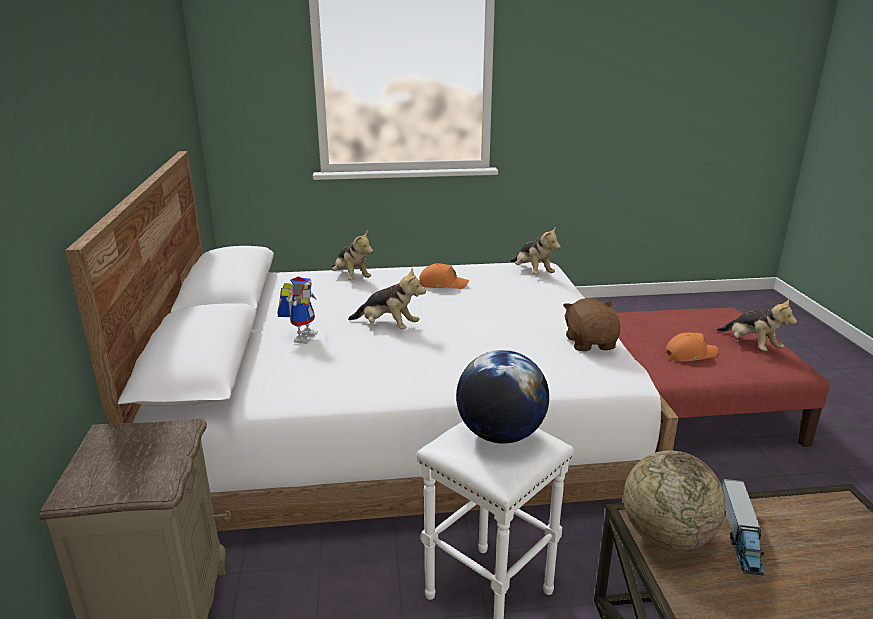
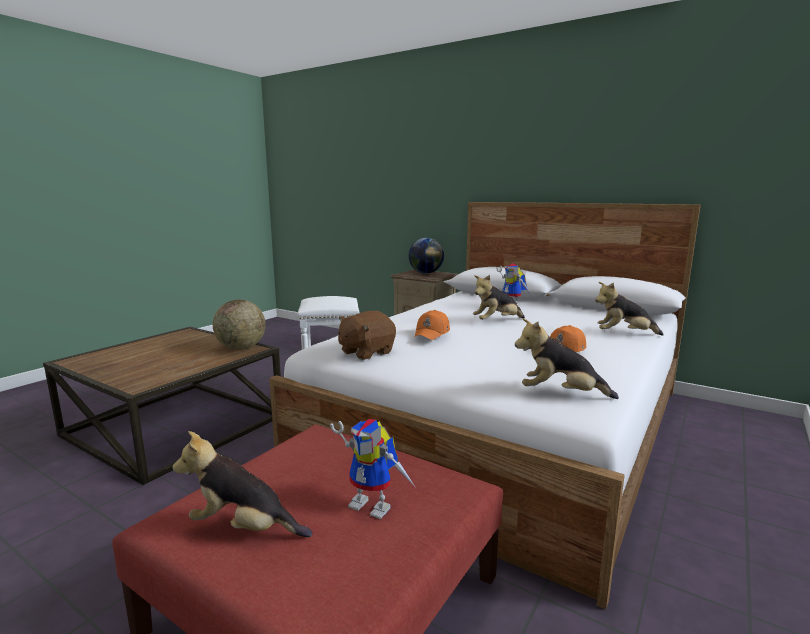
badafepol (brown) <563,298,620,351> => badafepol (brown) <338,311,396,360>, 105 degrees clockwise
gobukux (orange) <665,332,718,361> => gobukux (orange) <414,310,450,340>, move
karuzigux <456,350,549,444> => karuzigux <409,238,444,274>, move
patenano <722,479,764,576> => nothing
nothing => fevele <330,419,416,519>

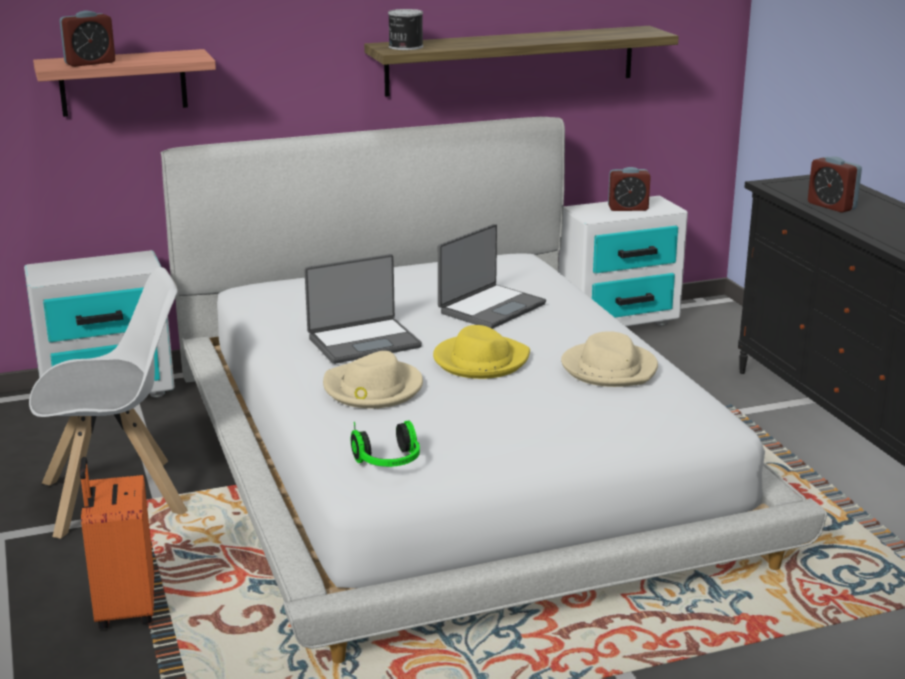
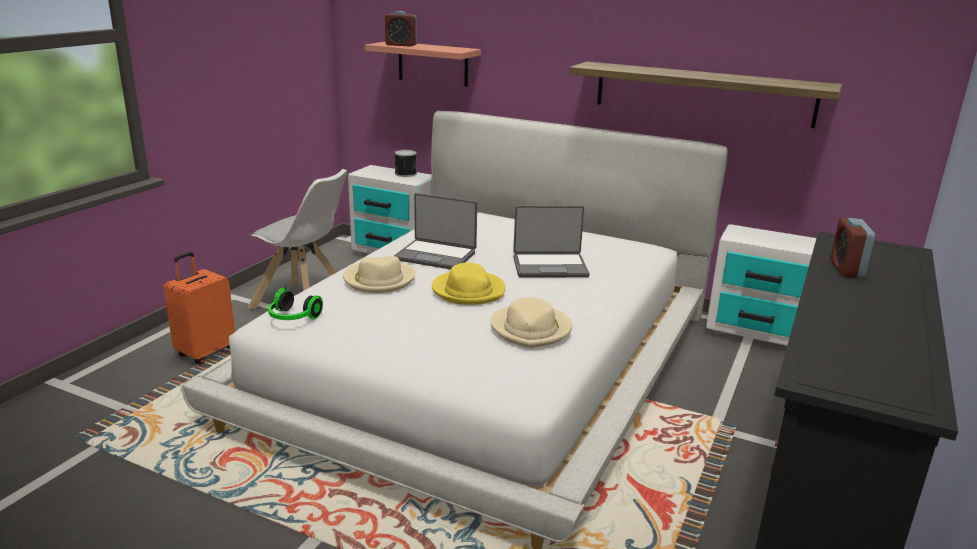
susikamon <388,9,423,50> => susikamon <394,150,417,177>, move
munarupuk <608,167,651,211> => nothing

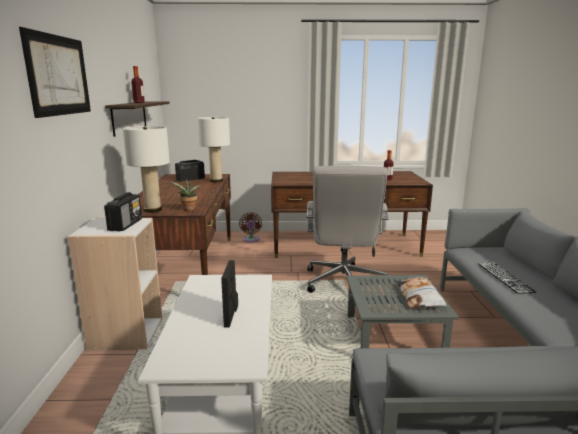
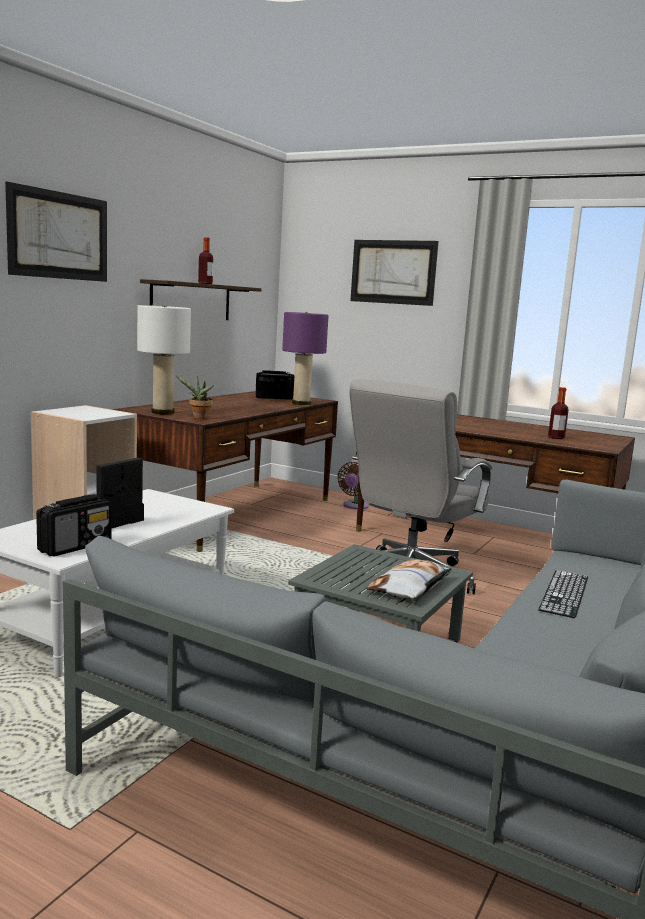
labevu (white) <197,117,230,182> => labevu (purple) <282,312,329,405>
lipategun <104,192,142,232> => lipategun <36,494,112,557>, move
nothing => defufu <350,240,439,306>

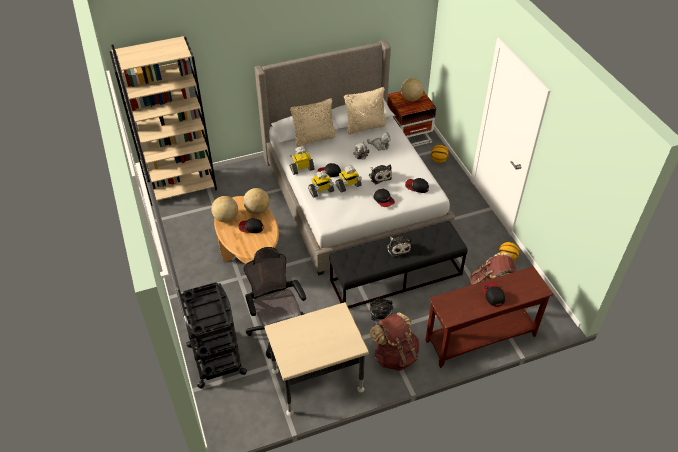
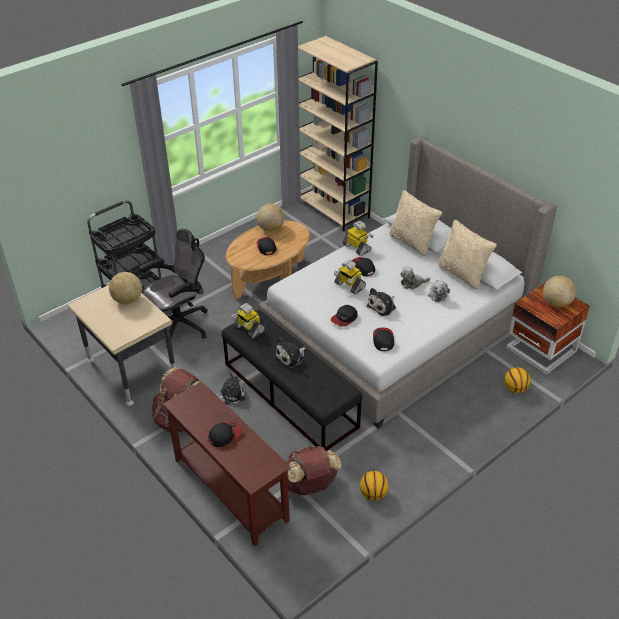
fevele <308,170,334,198> => fevele <231,303,265,338>, move
karuzigux <243,188,270,214> => karuzigux <109,272,142,304>, move

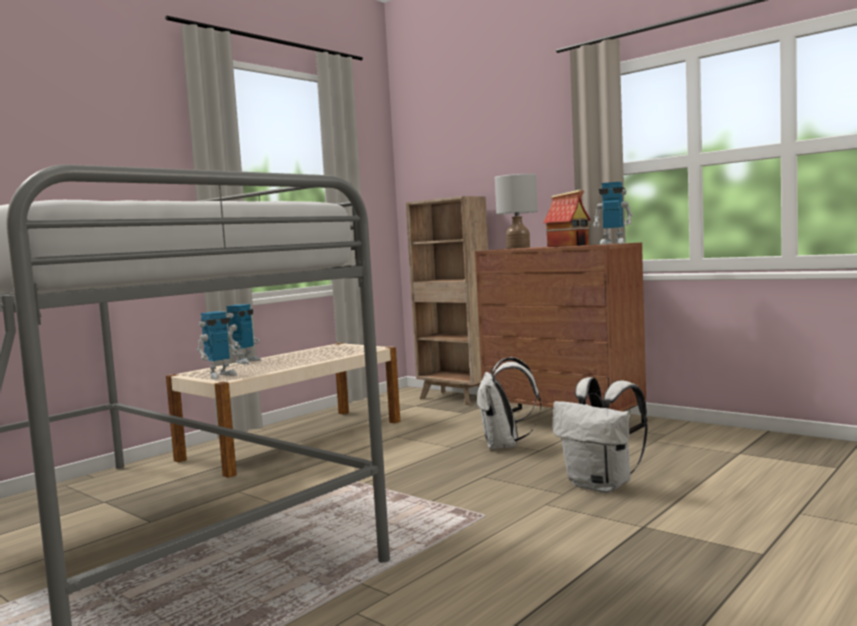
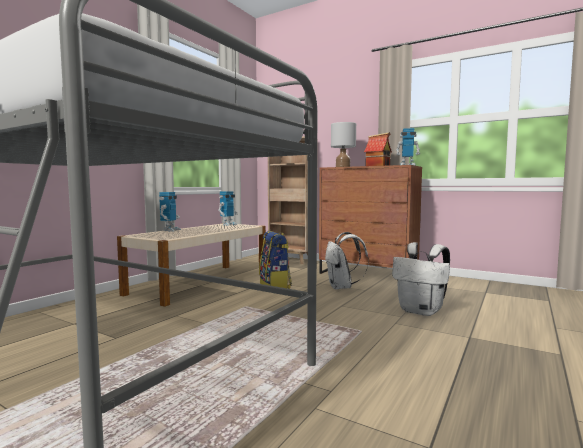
fevele <197,311,239,379> => fevele <218,191,238,226>, move
nothing => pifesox <259,231,292,289>

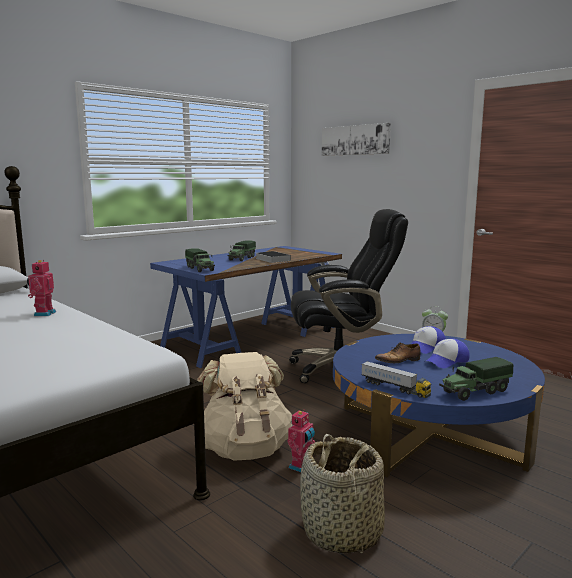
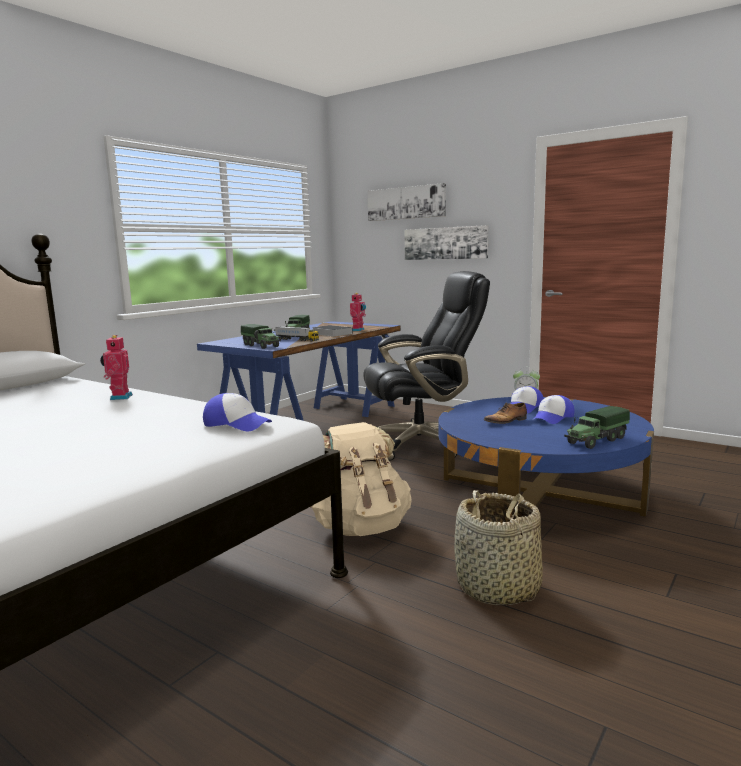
patenano <361,361,431,398> => patenano <275,327,319,342>, move
fevele <288,409,315,472> => fevele <350,293,366,331>, move
nothing => defufu <404,225,488,260>
nothing => gobukux <203,393,272,431>

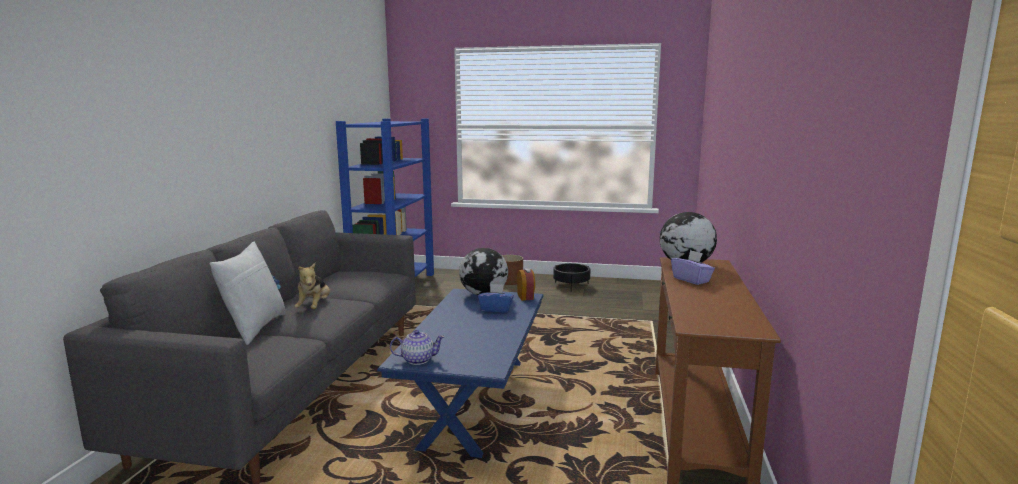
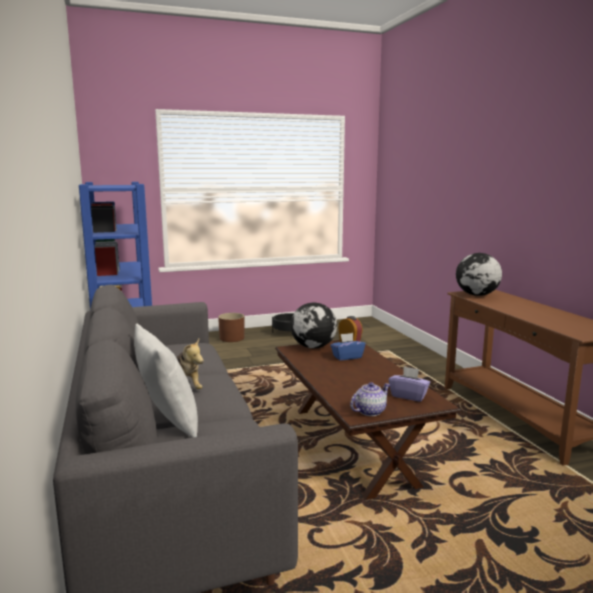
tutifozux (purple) <671,250,715,285> => tutifozux (purple) <389,366,430,402>, move
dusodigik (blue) <377,289,544,458> => dusodigik (brown) <275,340,461,500>

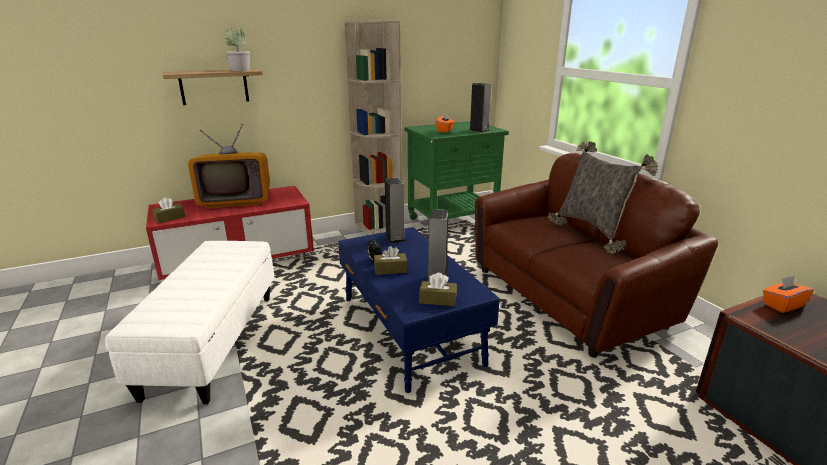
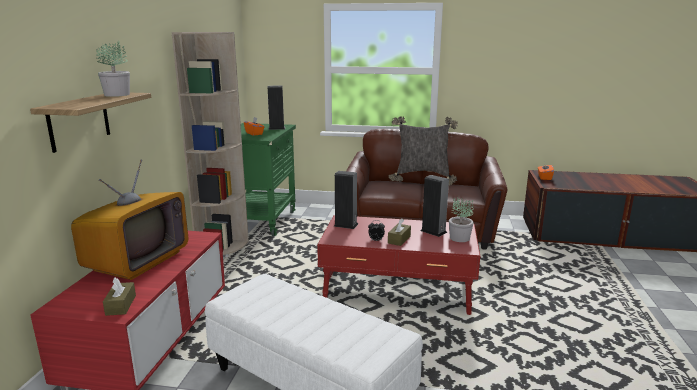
dusodigik (blue) <338,227,500,393> => dusodigik (red) <317,215,481,315>
tutifozux (brown) <419,273,457,306> => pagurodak <449,198,474,242>

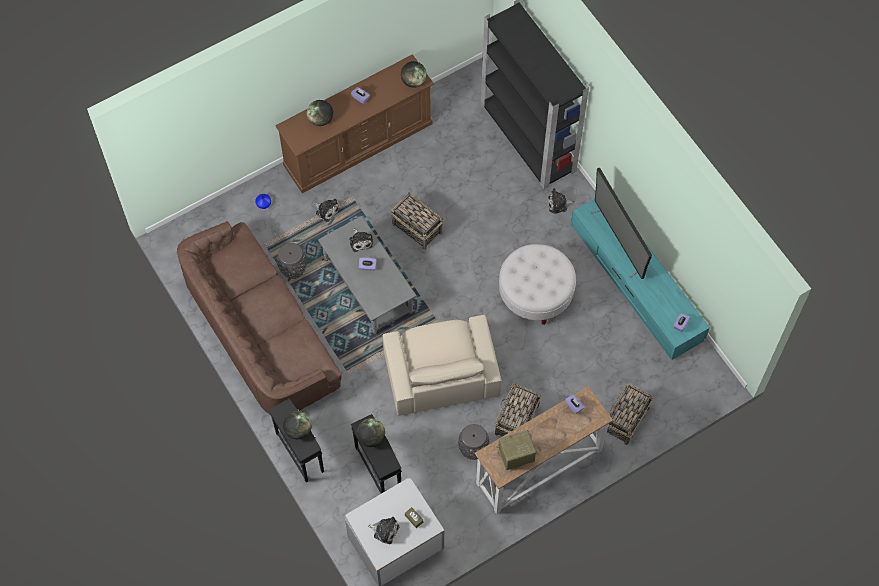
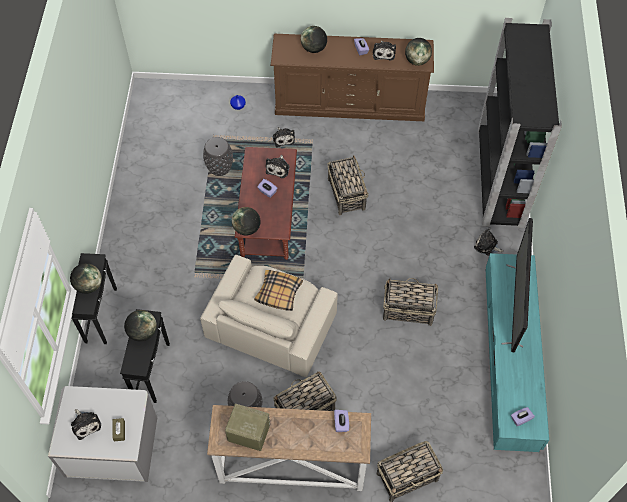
dusodigik (grey) <318,216,417,334> => dusodigik (brown) <235,147,297,260>
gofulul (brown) <177,221,342,414> => nothing
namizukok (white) <499,244,576,325> => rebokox <383,278,438,326>
nothing => badafepol <373,41,396,61>
nothing => karuzigux <232,207,260,235>
nothing => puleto <254,270,303,311>

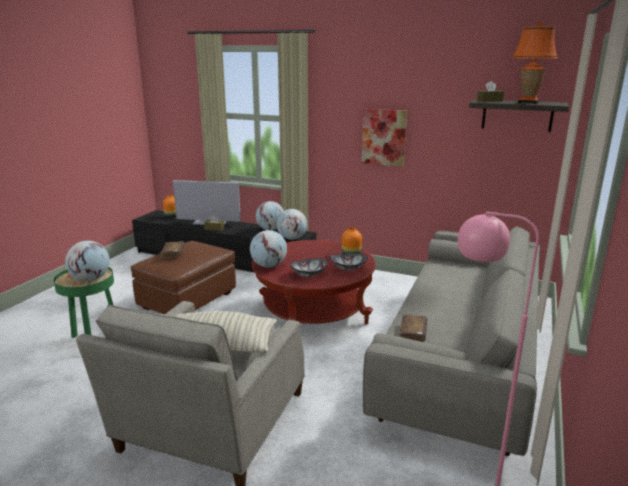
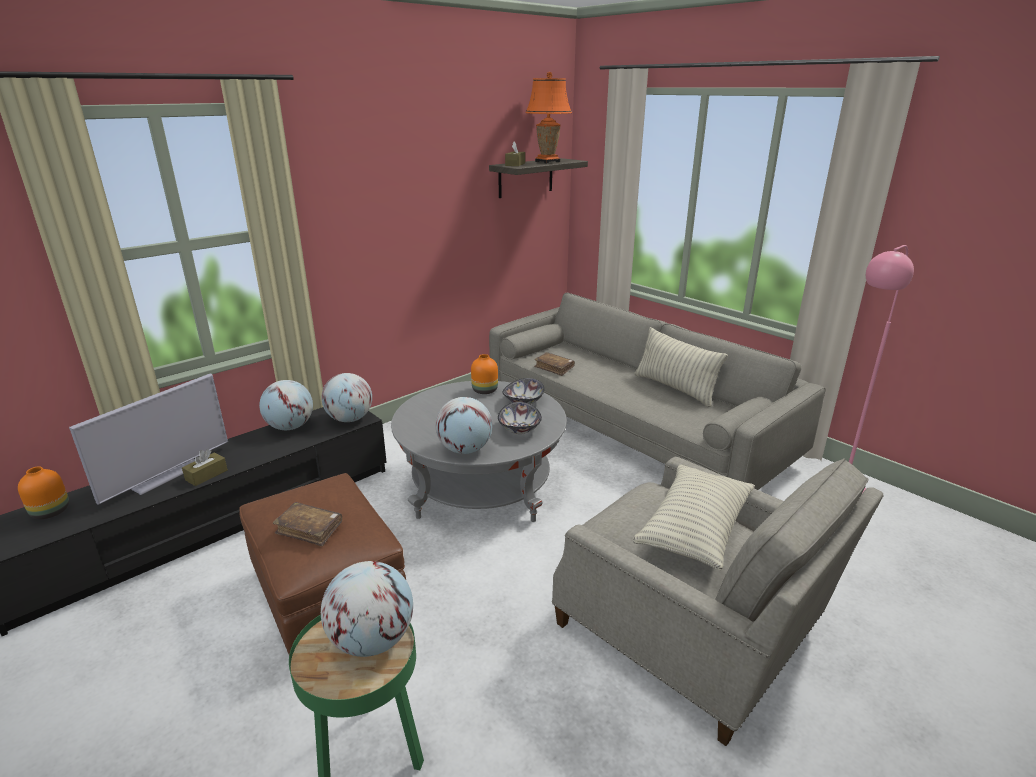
defufu <362,109,407,167> => nothing
dusodigik (red) <252,240,376,325> => dusodigik (grey) <391,381,567,522>
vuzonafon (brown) <399,315,427,342> => vuzonafon (brown) <534,352,575,376>, move
nothing => puleto <634,327,728,407>

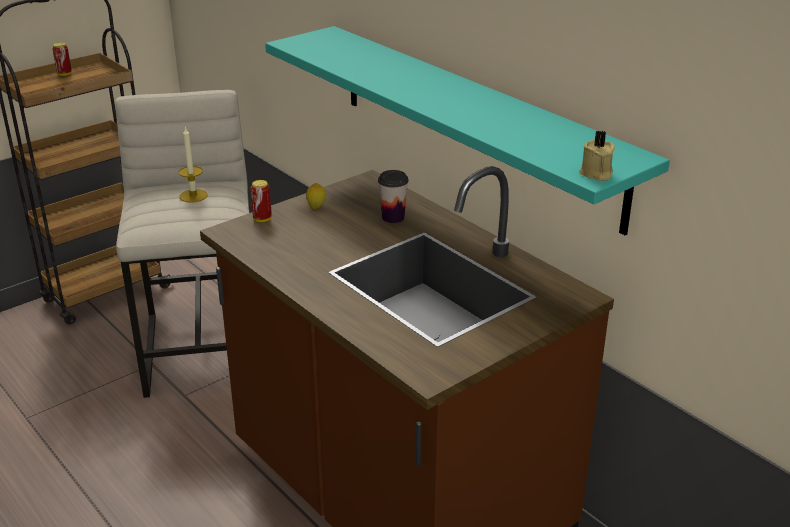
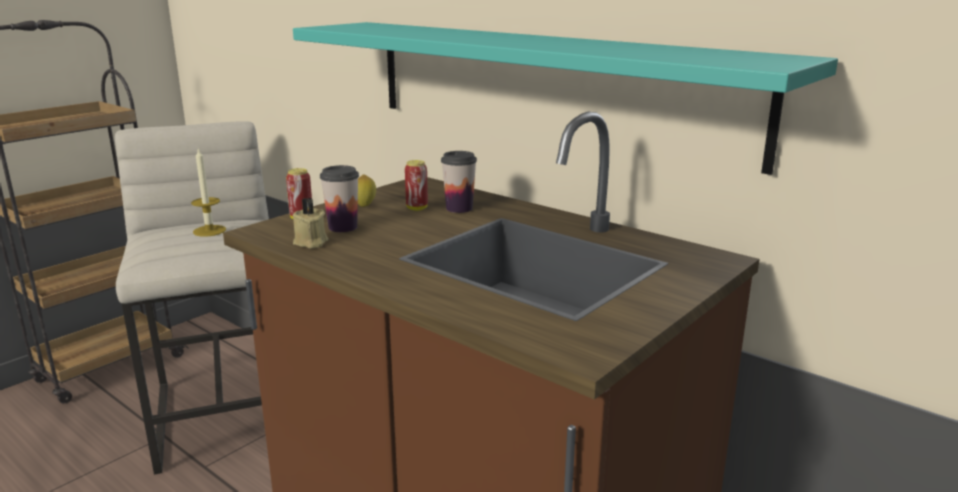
susikamon <53,43,72,76> => susikamon <405,160,428,211>, move
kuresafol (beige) <579,131,615,181> => kuresafol (beige) <293,198,329,248>, move
nothing => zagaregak <320,165,359,232>

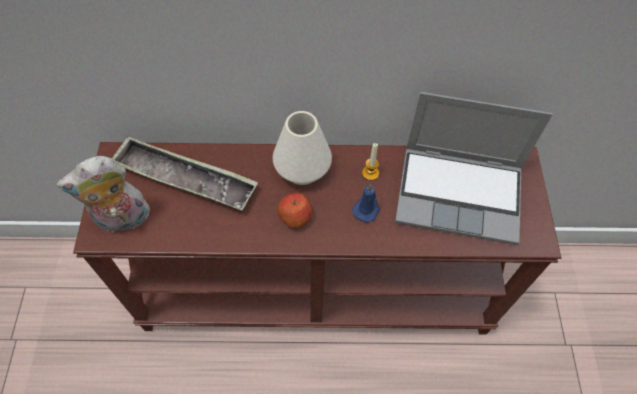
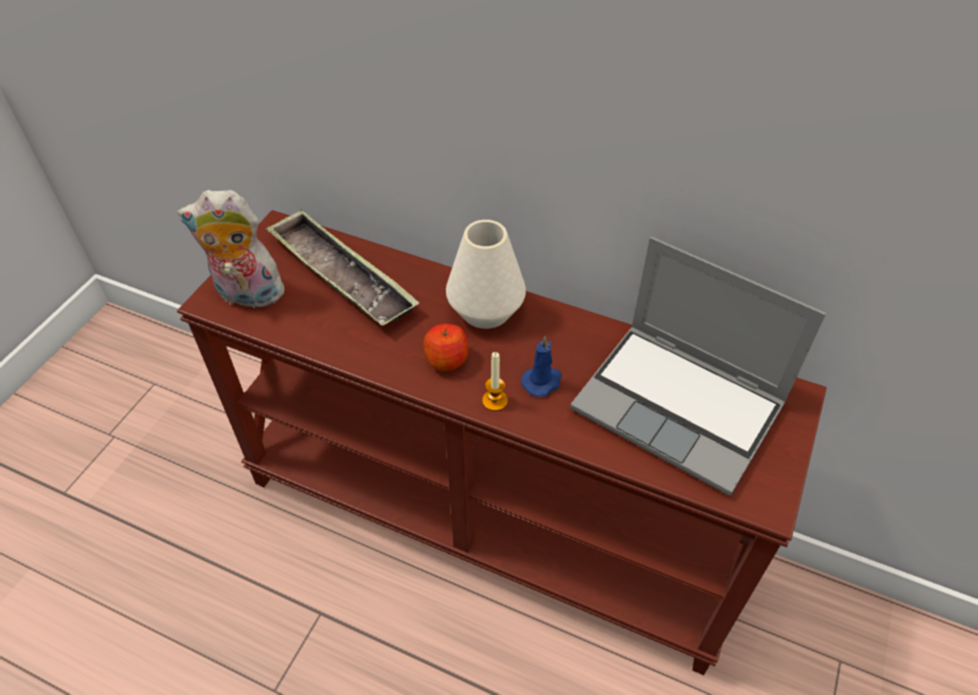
kuresafol <362,143,379,180> => kuresafol <482,352,508,411>, move

